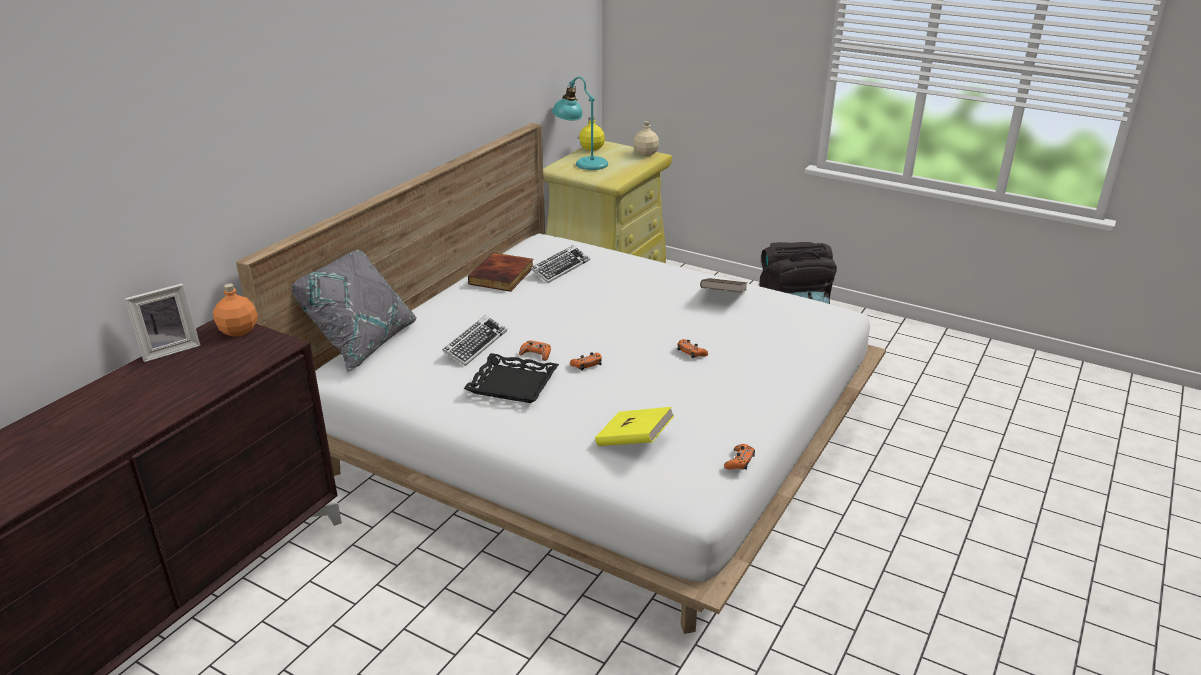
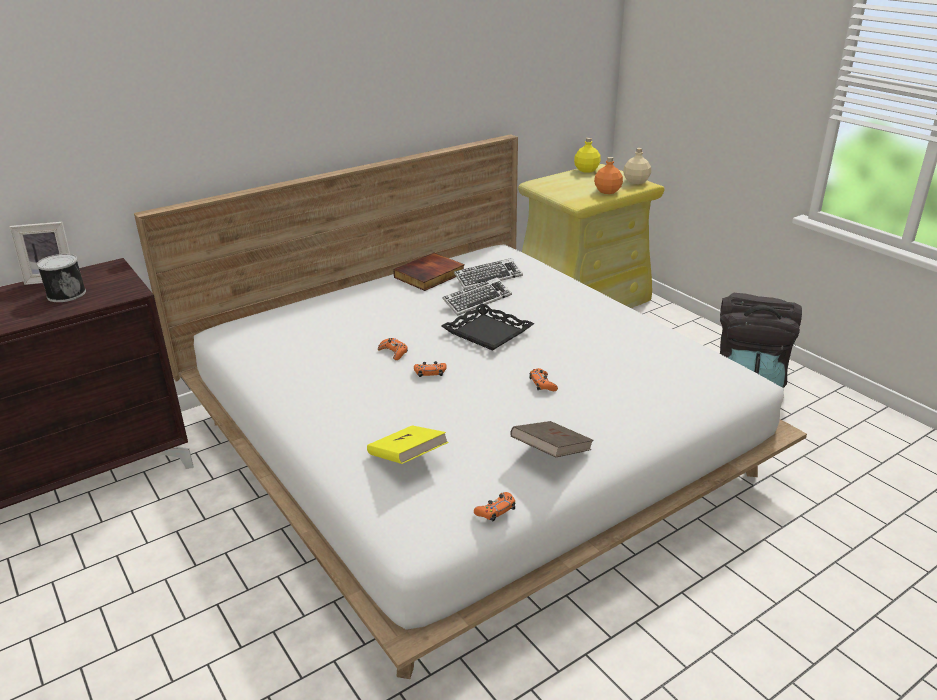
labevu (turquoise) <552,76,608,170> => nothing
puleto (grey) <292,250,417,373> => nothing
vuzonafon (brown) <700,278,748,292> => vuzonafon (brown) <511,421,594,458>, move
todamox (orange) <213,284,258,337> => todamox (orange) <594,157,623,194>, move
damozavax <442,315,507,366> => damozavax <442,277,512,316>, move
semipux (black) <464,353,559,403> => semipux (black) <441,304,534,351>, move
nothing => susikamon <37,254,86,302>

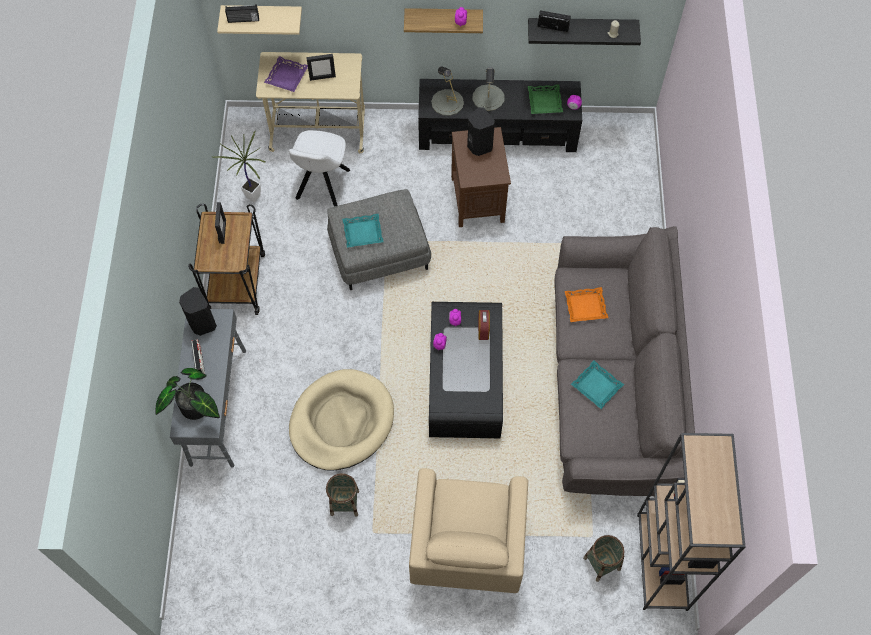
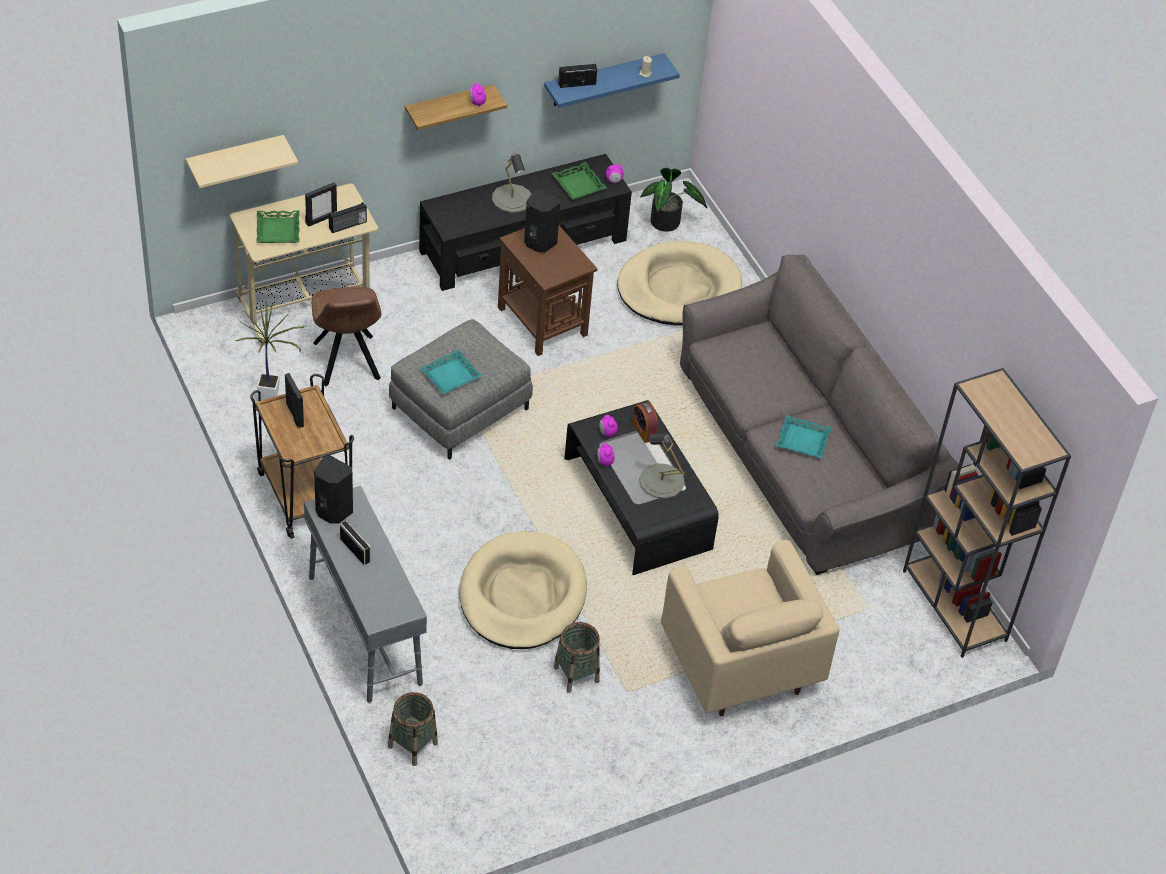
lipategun <225,4,259,23> => lipategun <329,202,367,233>, move
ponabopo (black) <528,18,641,45> => ponabopo (blue) <544,53,680,108>
semipux (purple) <264,56,308,92> => semipux (green) <256,210,300,243>
labevu (grey) <431,66,464,116> => labevu (grey) <639,434,685,499>, move
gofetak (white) <289,130,351,207> => gofetak (brown) <312,287,382,386>
semipux (orange) <565,287,608,322> => nothing
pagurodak <155,368,220,420> => pagurodak <640,168,707,232>, move
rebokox <583,535,625,582> => rebokox <388,692,438,766>, move
nothing => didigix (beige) <617,241,742,326>

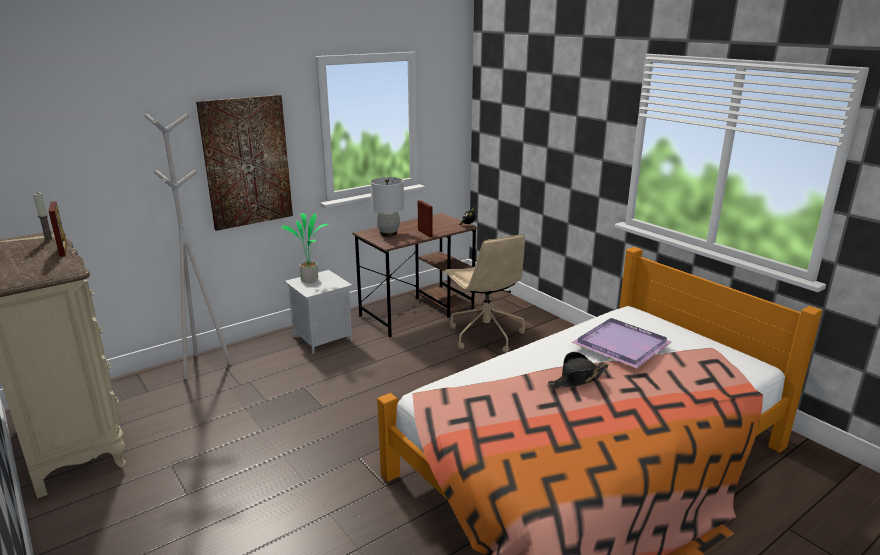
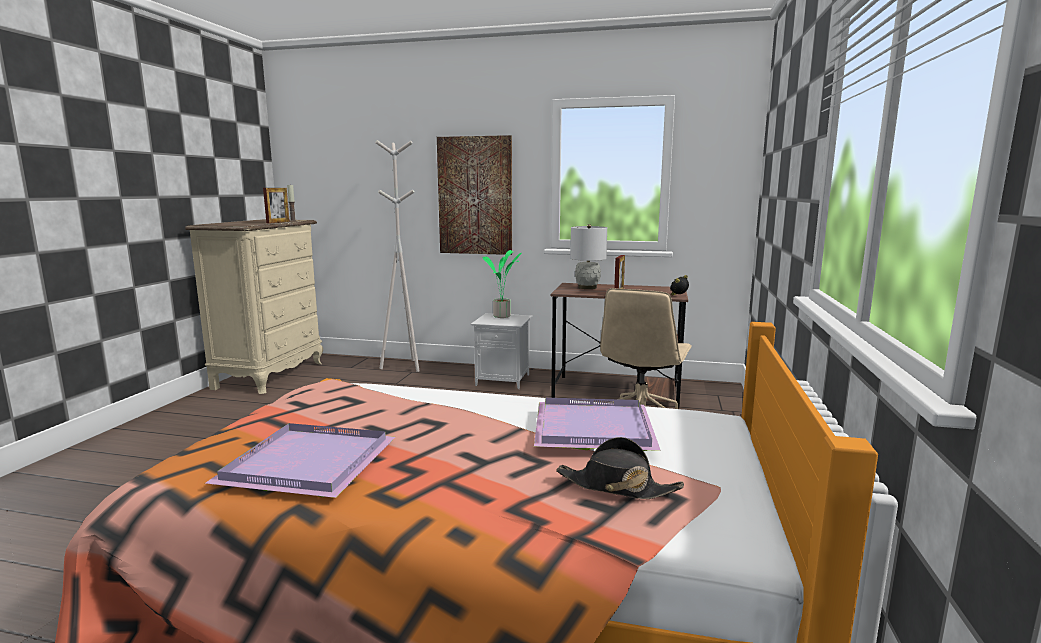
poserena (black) <548,352,609,388> => poserena (black) <556,437,684,499>, move
nothing => semipux (purple) <205,423,395,498>

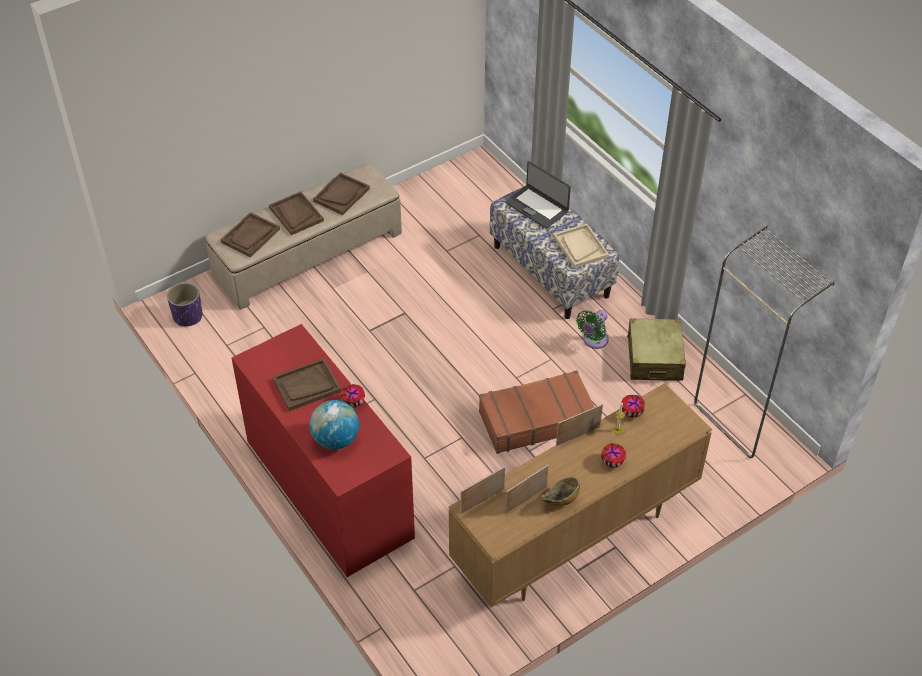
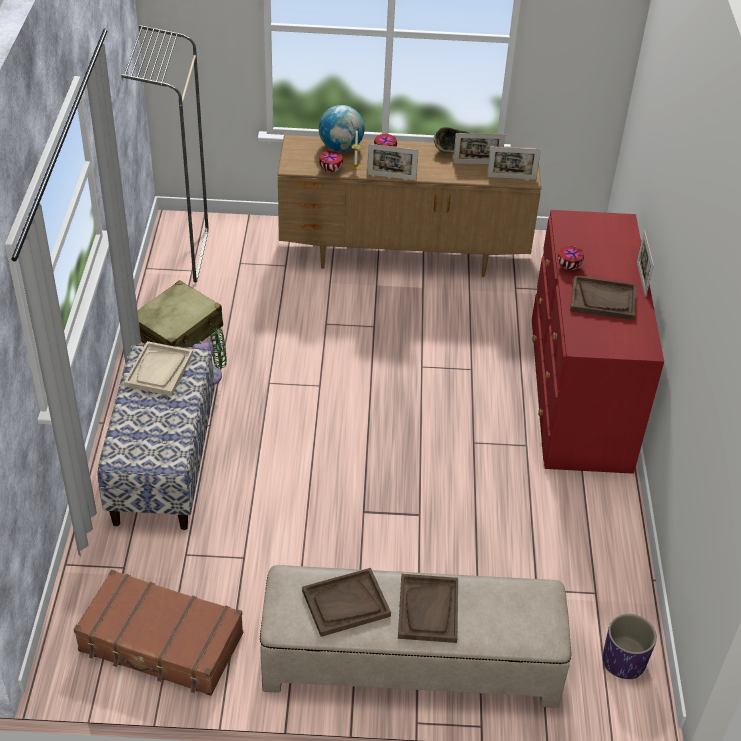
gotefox <505,161,571,229> => nothing
semipux (brown) <221,212,280,257> => nothing
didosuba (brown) <479,370,594,454> => didosuba (brown) <74,569,243,696>, move
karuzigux <309,400,359,450> => karuzigux <319,105,365,152>, move
nothing => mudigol <637,230,654,297>

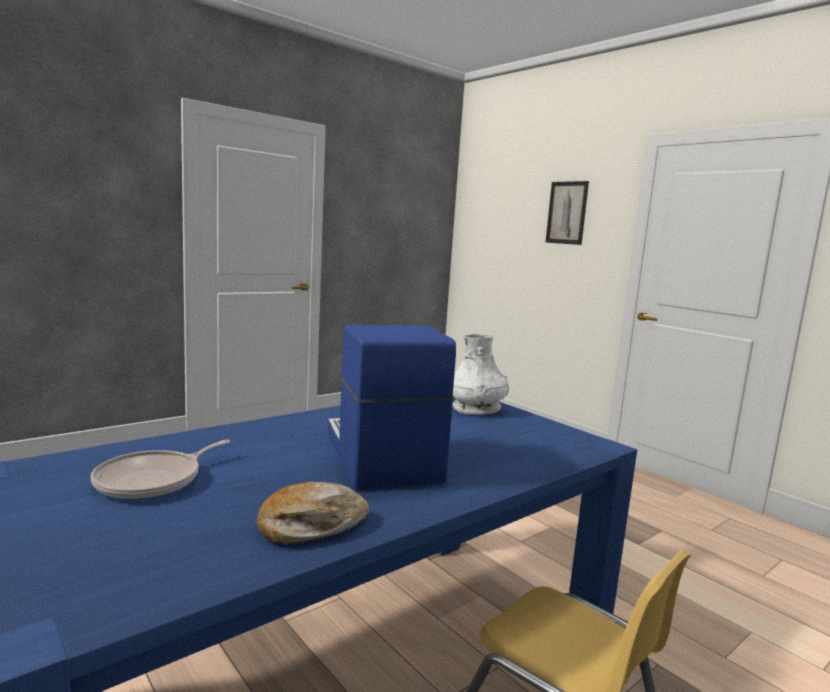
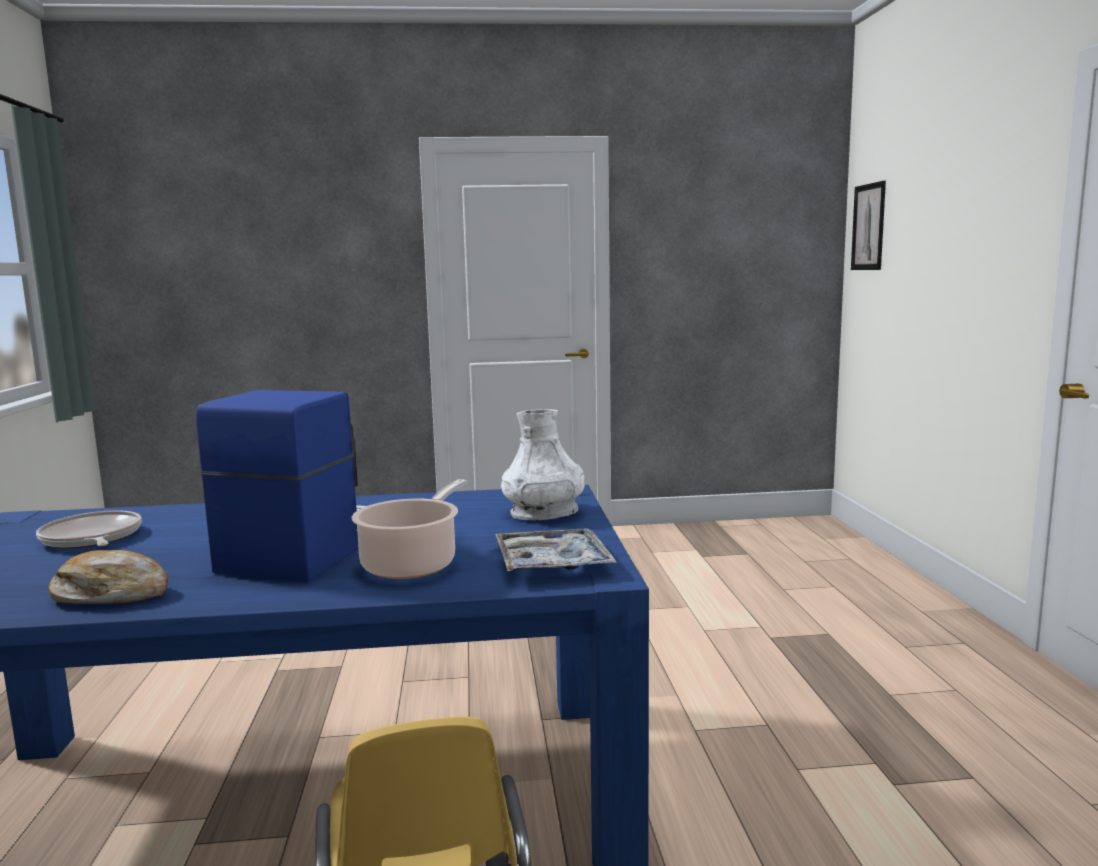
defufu <546,181,589,245> => defufu <851,181,886,270>, move
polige <91,440,231,500> => polige <36,510,142,549>, 75 degrees clockwise
nothing => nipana <352,479,467,579>
nothing => semipux <495,528,617,571>

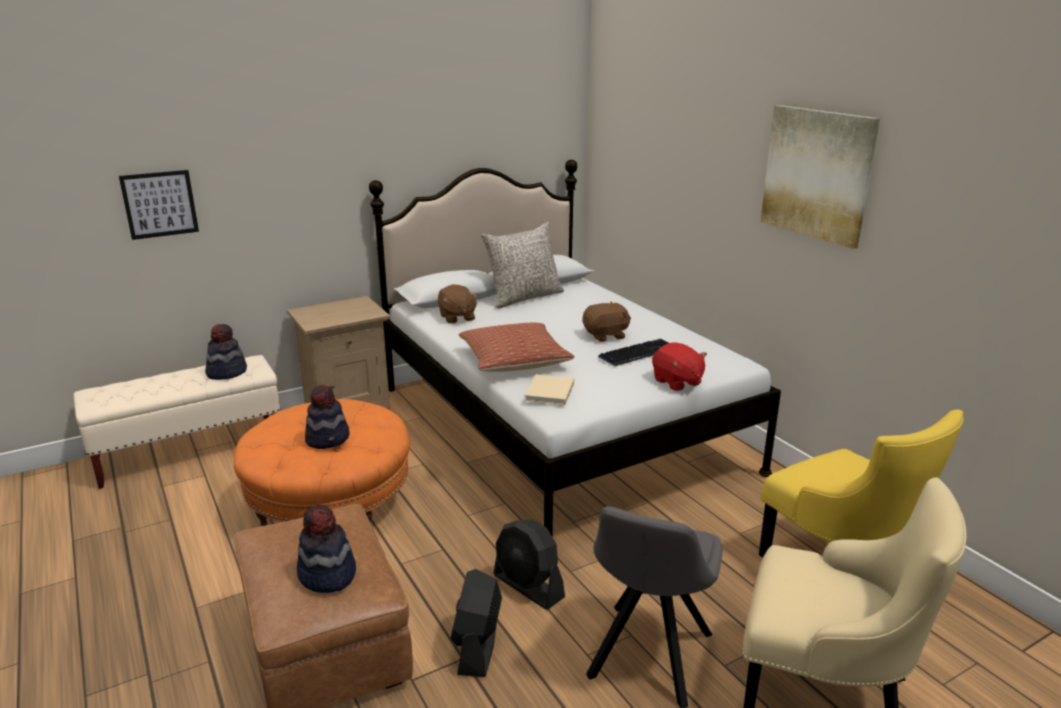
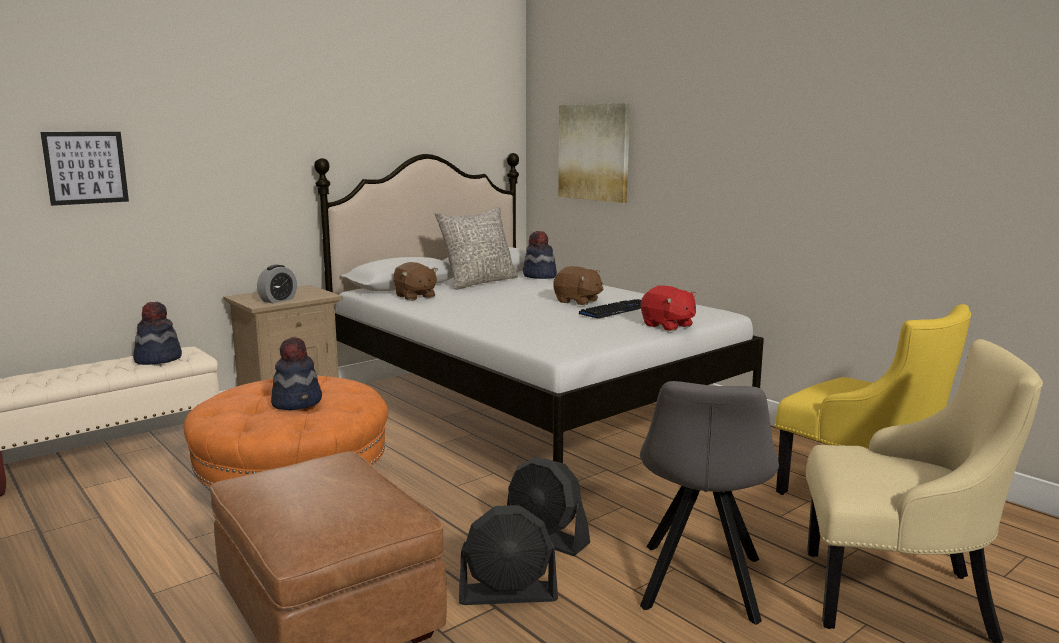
defufu <761,105,880,249> => defufu <558,103,630,203>, move
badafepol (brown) <583,302,631,342> => badafepol (brown) <553,266,603,305>, 60 degrees clockwise
puleto <459,323,574,372> => nothing
vuzonafon (beige) <525,375,574,405> => nothing
poserena <297,504,356,593> => poserena <523,231,557,279>, move
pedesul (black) <451,569,502,677> => pedesul (black) <459,505,558,605>, 90 degrees counterclockwise
nothing => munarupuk <257,265,297,303>

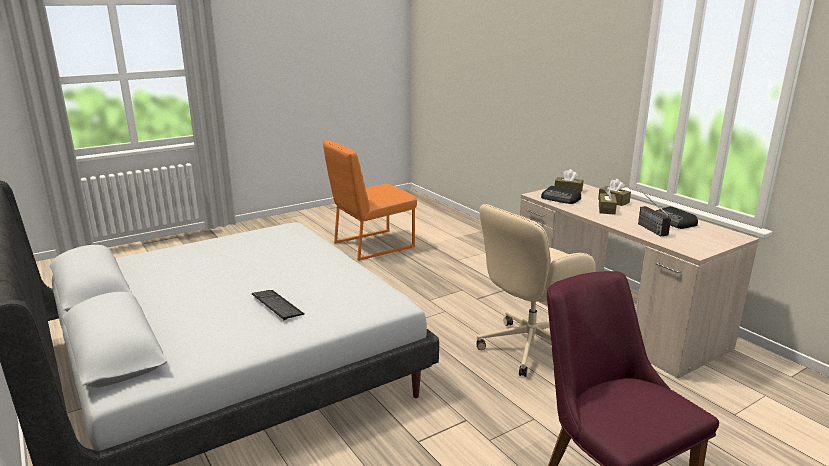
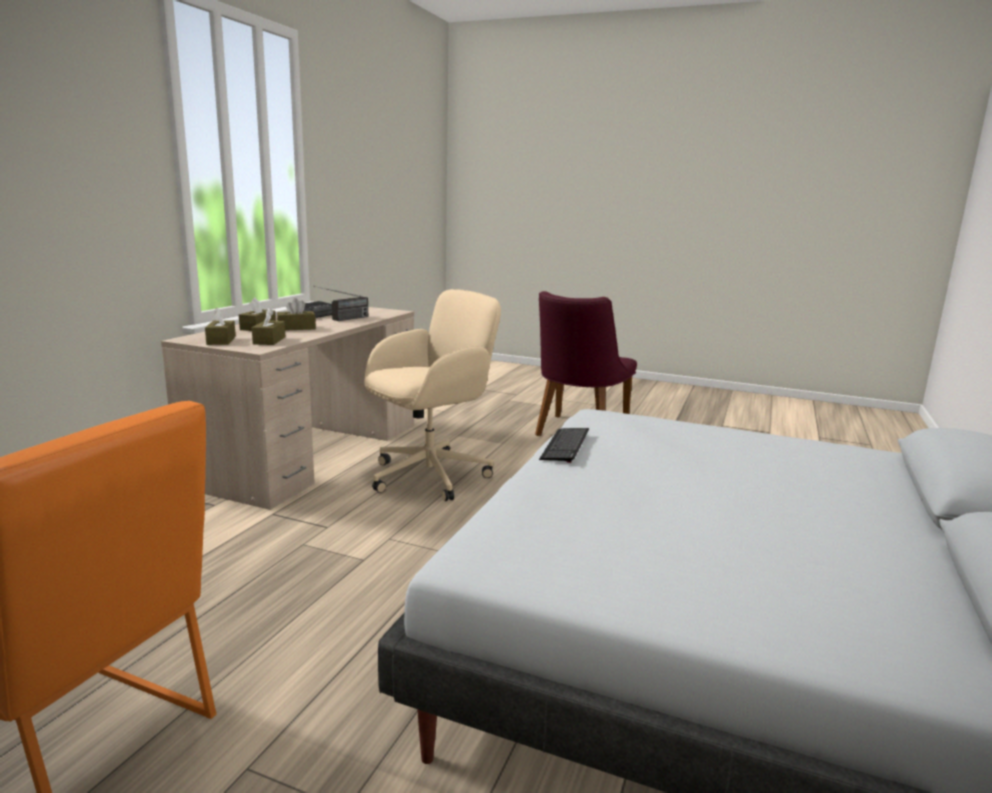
lipategun <541,186,581,204> => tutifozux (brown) <252,308,285,345>
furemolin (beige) <476,204,596,377> => furemolin (beige) <364,289,501,501>, 60 degrees counterclockwise
damozavax <252,290,305,320> => damozavax <539,428,589,463>, move

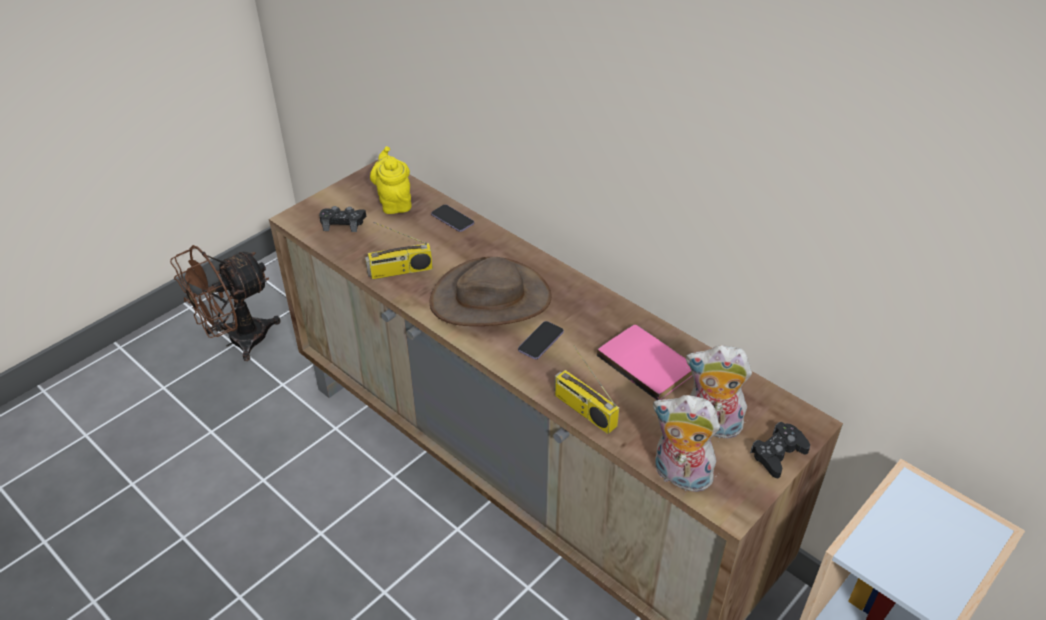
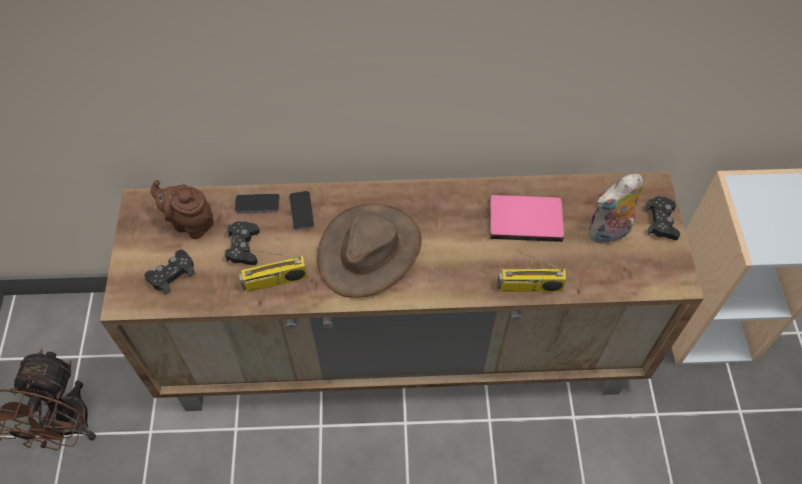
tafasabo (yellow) <370,146,412,214> => tafasabo (brown) <151,180,214,239>
lipategun <365,222,433,279> => lipategun <239,249,308,292>, 45 degrees clockwise
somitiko <518,321,564,359> => somitiko <289,191,315,230>, move
badafepol <653,395,720,492> => nothing
nothing => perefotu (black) <225,221,260,265>

